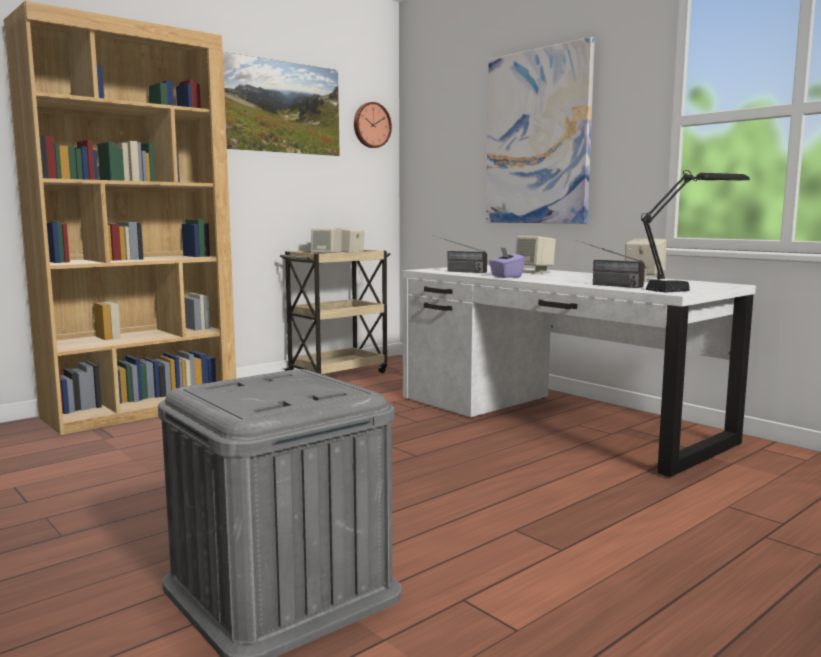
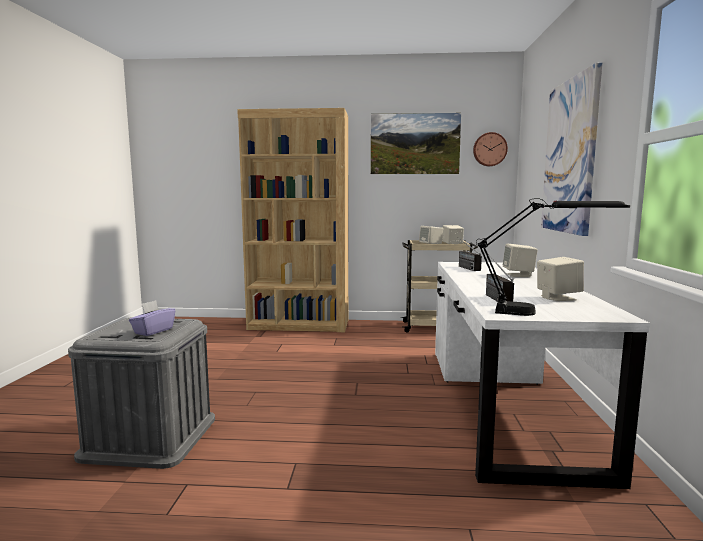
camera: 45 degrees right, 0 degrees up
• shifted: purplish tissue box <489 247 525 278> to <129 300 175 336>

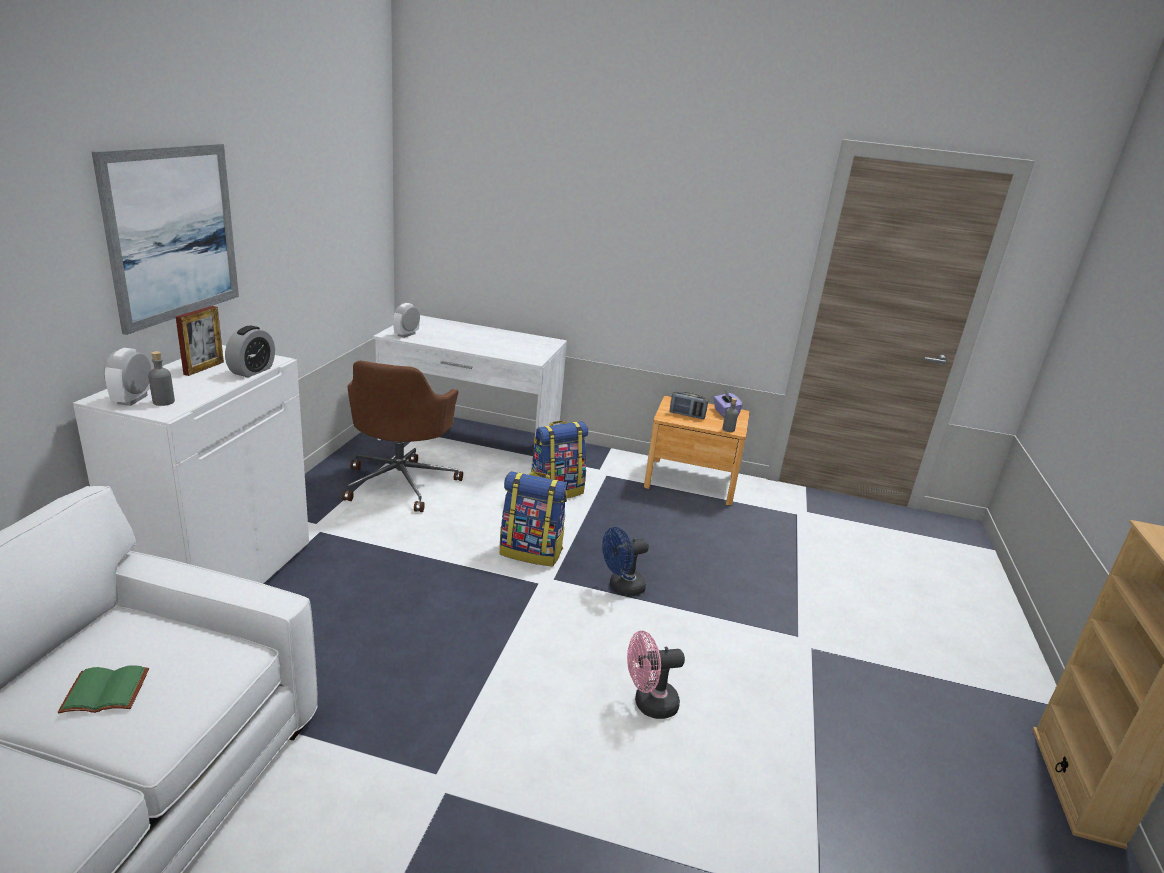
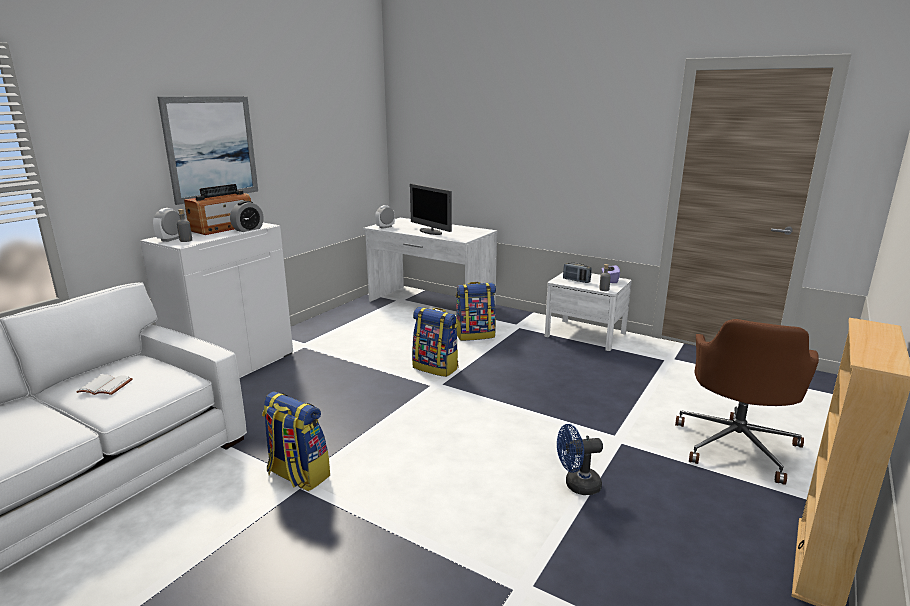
camera: 20 degrees right, 5 degrees down
• swapped: photo frame <176 306 224 376> to radio set <184 184 251 235>
• shifted: brownish office chair <342 360 463 512> to <675 319 819 485>
• repainted: brownish night table <644 396 750 505> to white-coloured night table <545 273 632 351>
• shifted: bluish electric fan <602 527 649 597> to <557 424 603 495>
• gone: pinkish electric fan <627 631 685 719>
• repainted: green-coloured book <57 665 149 714> to white-coloured book <76 374 133 395>
• new: monitor <410 184 452 235>
• new: knapsack <262 392 330 491>

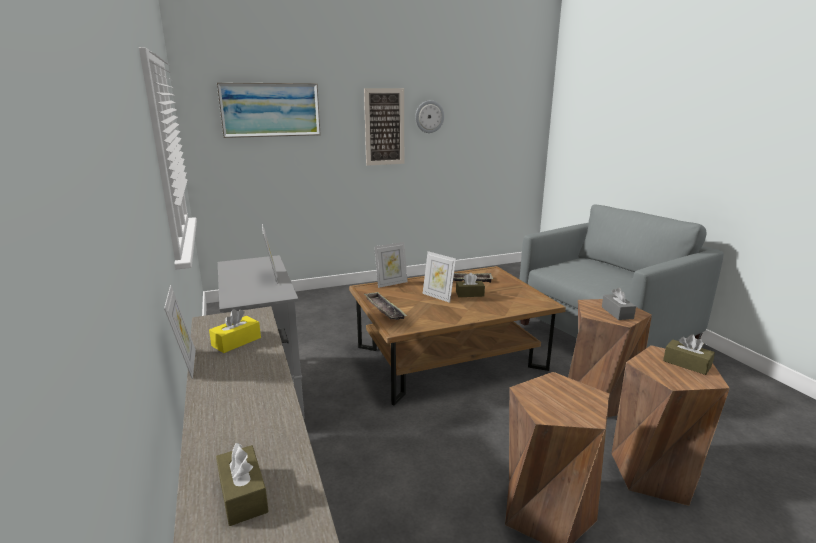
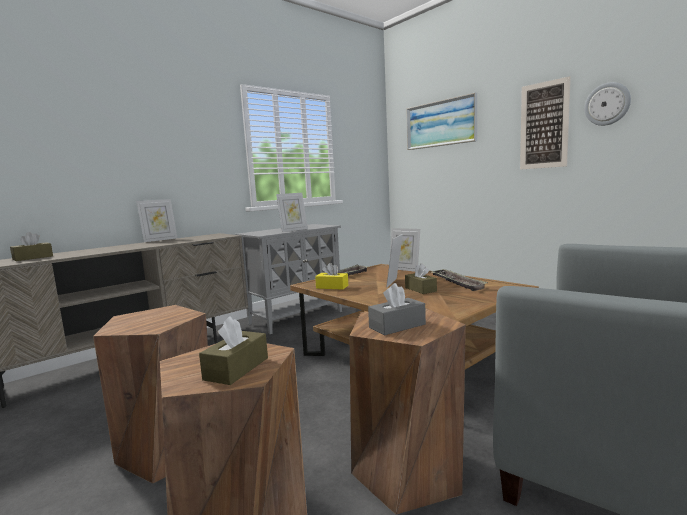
camera: 70 degrees right, 10 degrees down
• shifted: yellowish tissue box <209 309 261 353> to <315 263 348 290>

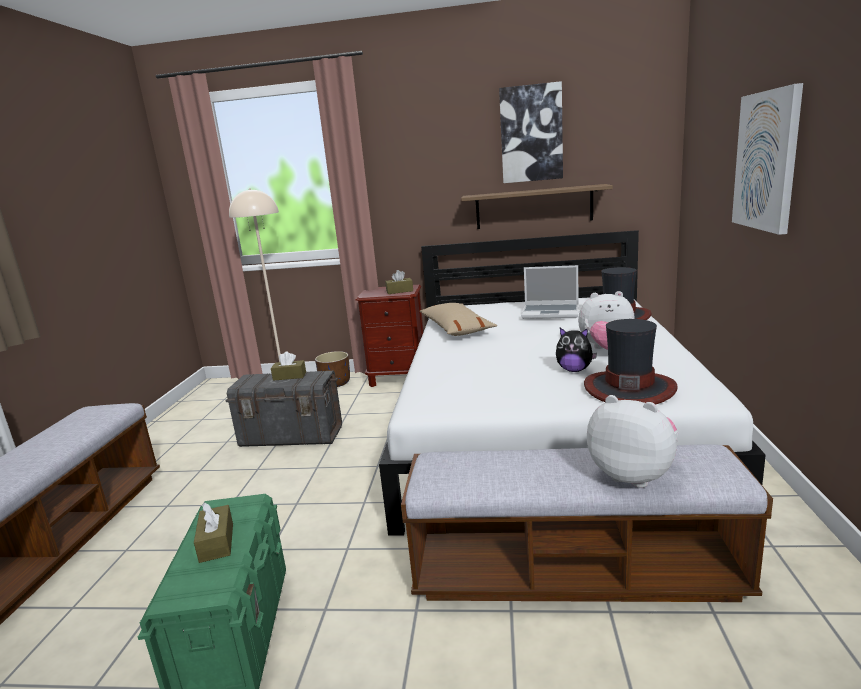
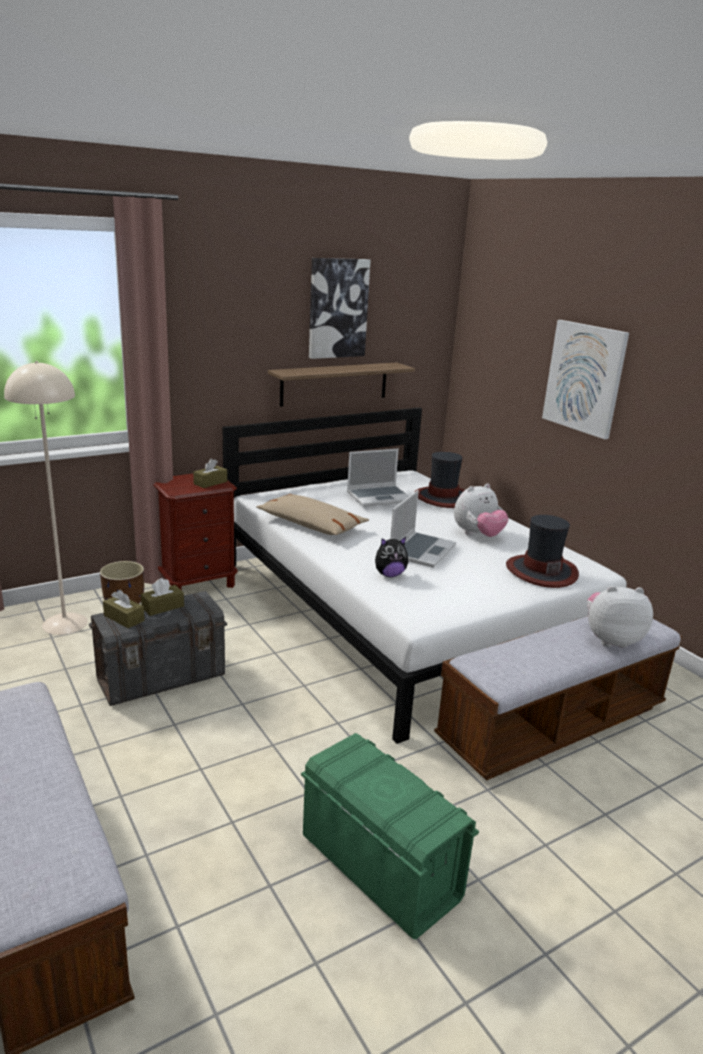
camera: 40 degrees left, 5 degrees up
• shifted: cuddly toy <556 328 597 372> to <375 537 408 577>
• shifted: brownish tissue box <194 502 233 563> to <103 590 145 628>
• new: notebook computer <390 490 456 568>

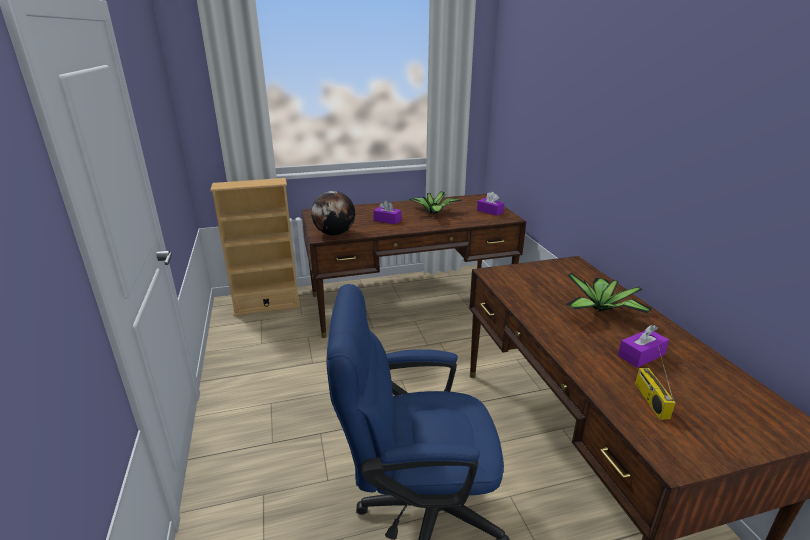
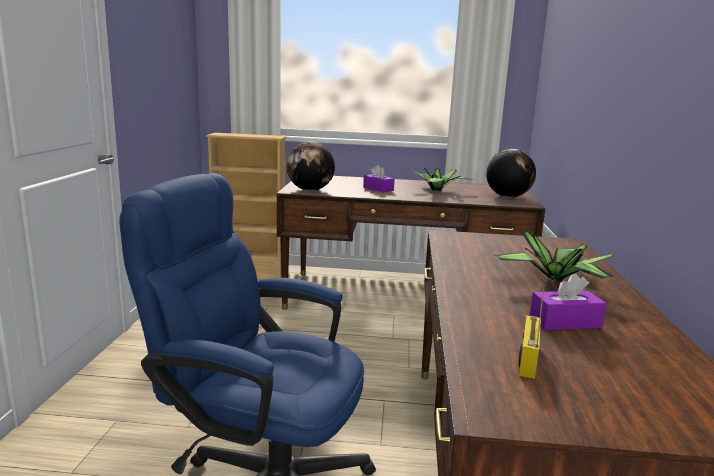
camera: 20 degrees right, 10 degrees down
• swapped: purplish tissue box <477 192 504 216> to desk globe <486 149 536 198>

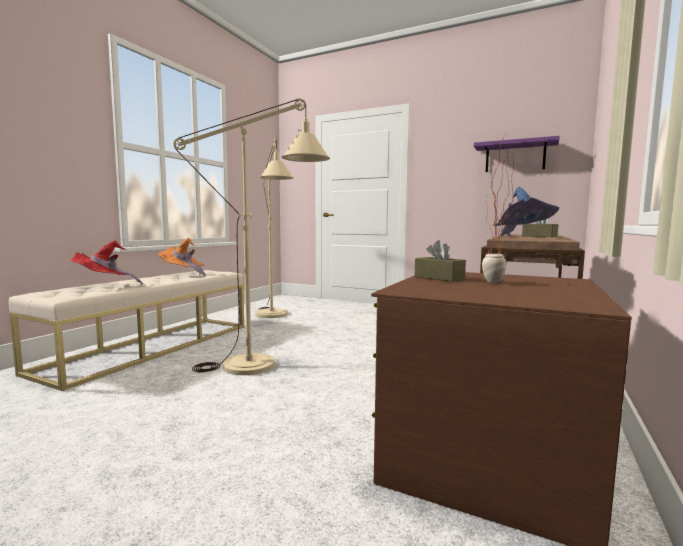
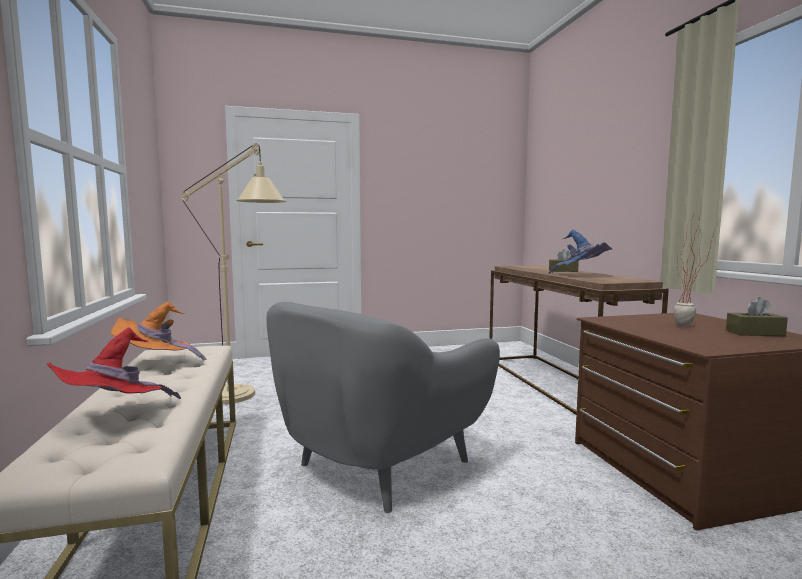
camera: 40 degrees left, 0 degrees up
• swapped: beige-coloured standard lamp <174 99 330 375> to greyish easy chair <266 302 500 513>
• gone: purplish wall shelf <474 136 560 172>
• shifted: brownish tissue box <415 240 466 282> to <726 297 788 336>

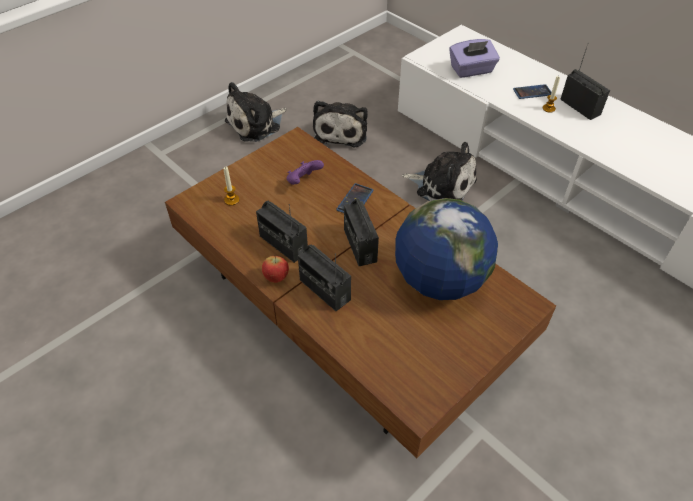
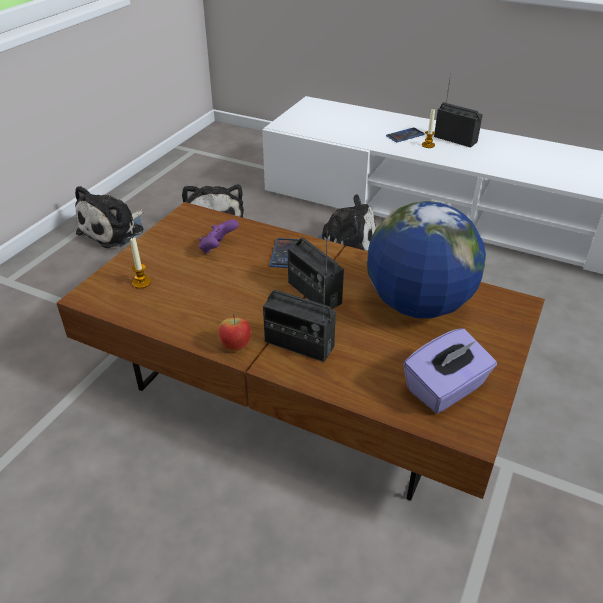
camera: 20 degrees left, 10 degrees down
• shifted: purplish tissue box <449 39 500 78> to <403 328 497 413>
• gone: radio set <256 201 308 263>

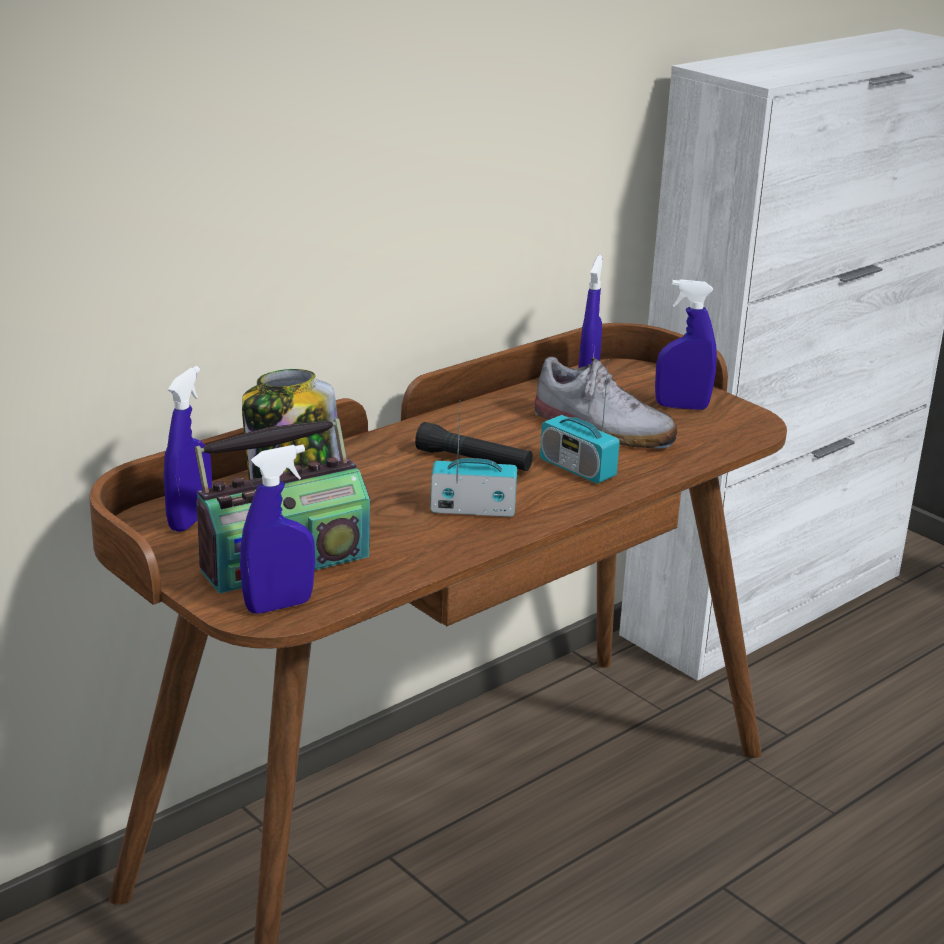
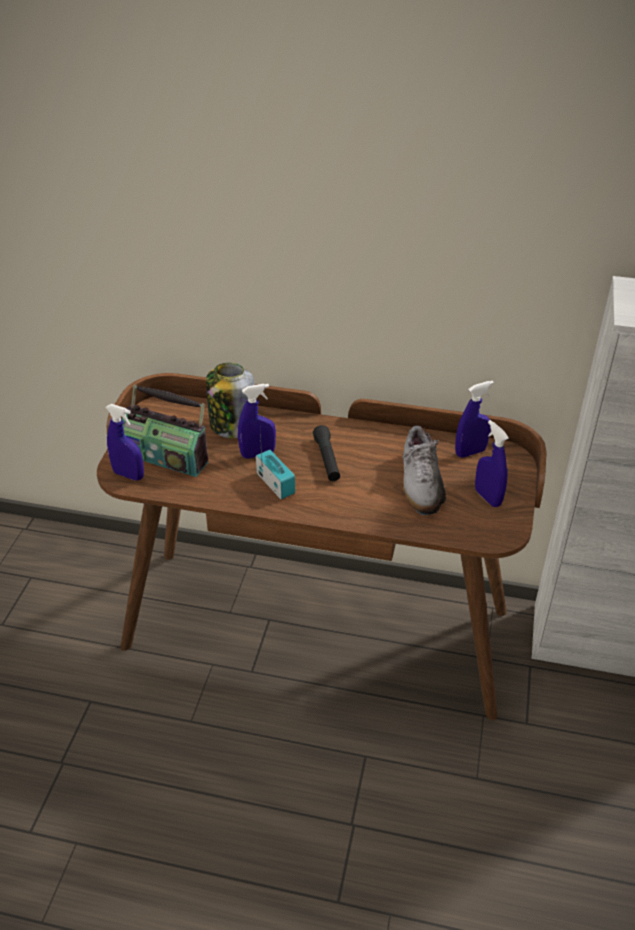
camera: 55 degrees right, 15 degrees up
• shifted: bluish hand sprayer <164 366 212 532> to <238 384 276 459>
• gone: radio set <540 367 619 484>

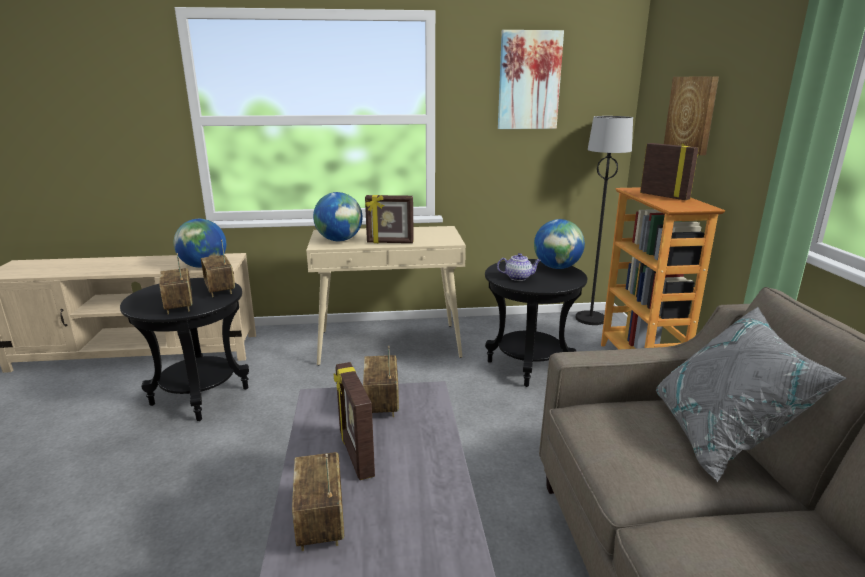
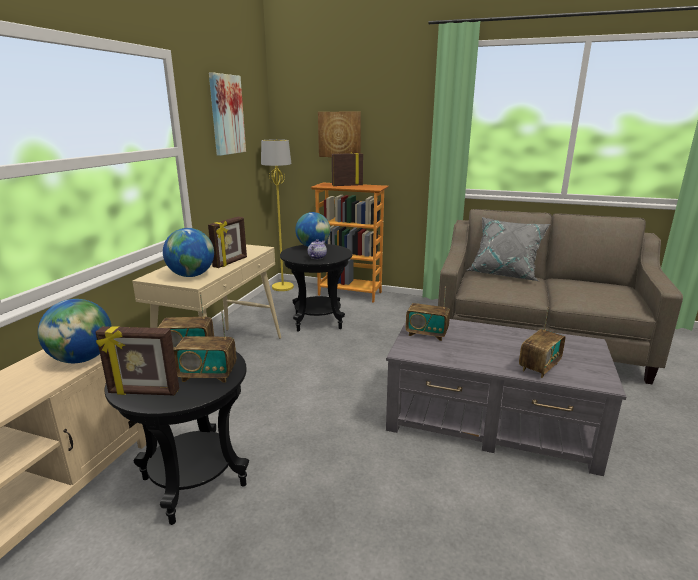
camera: 65 degrees left, 0 degrees up
• repainted: black standard lamp <576 116 633 325> to yellowish standard lamp <261 139 294 291>
• shifted: photo frame <334 362 375 480> to <95 326 179 396>
• rotated: radio set <292 452 344 551> = <519 307 566 378> 60 degrees counterclockwise

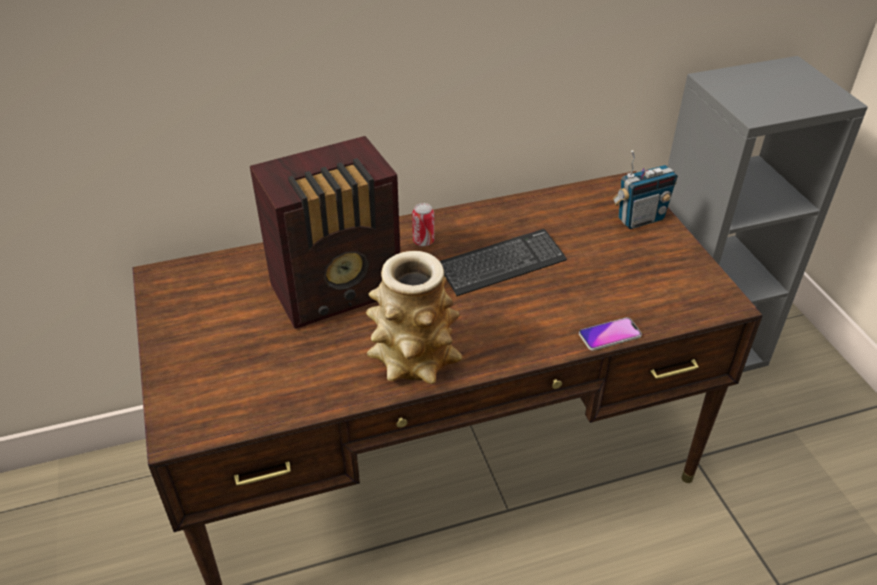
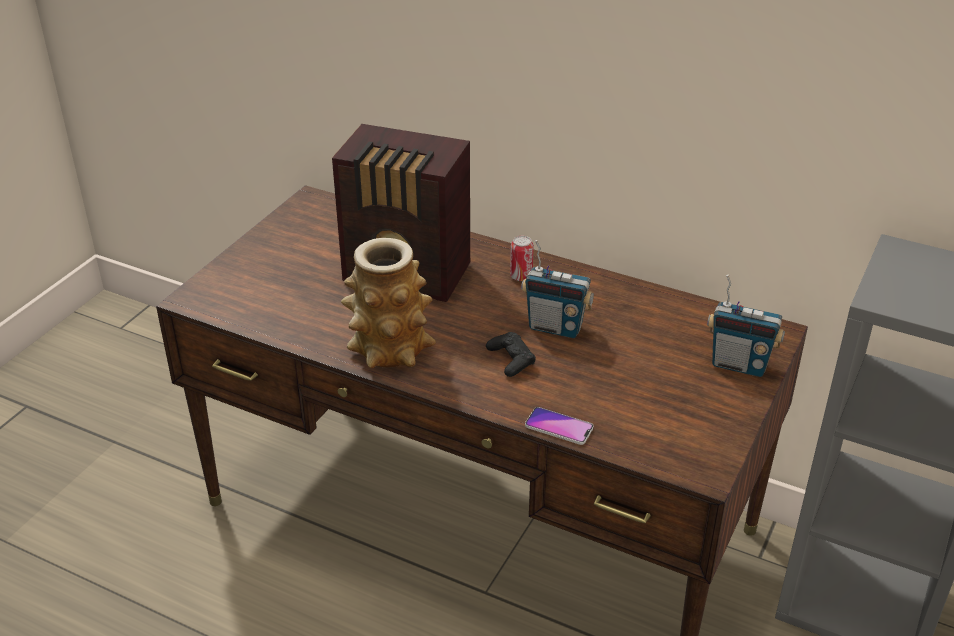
camera: 45 degrees right, 5 degrees down
• swapped: computer keyboard <440 229 567 296> to radio set <521 240 594 338>
• new: black game controller <486 332 536 377>

